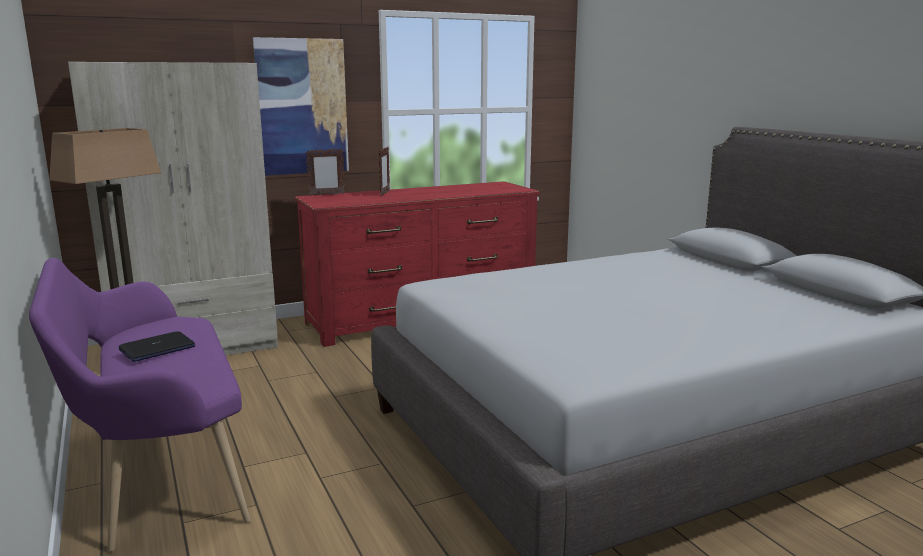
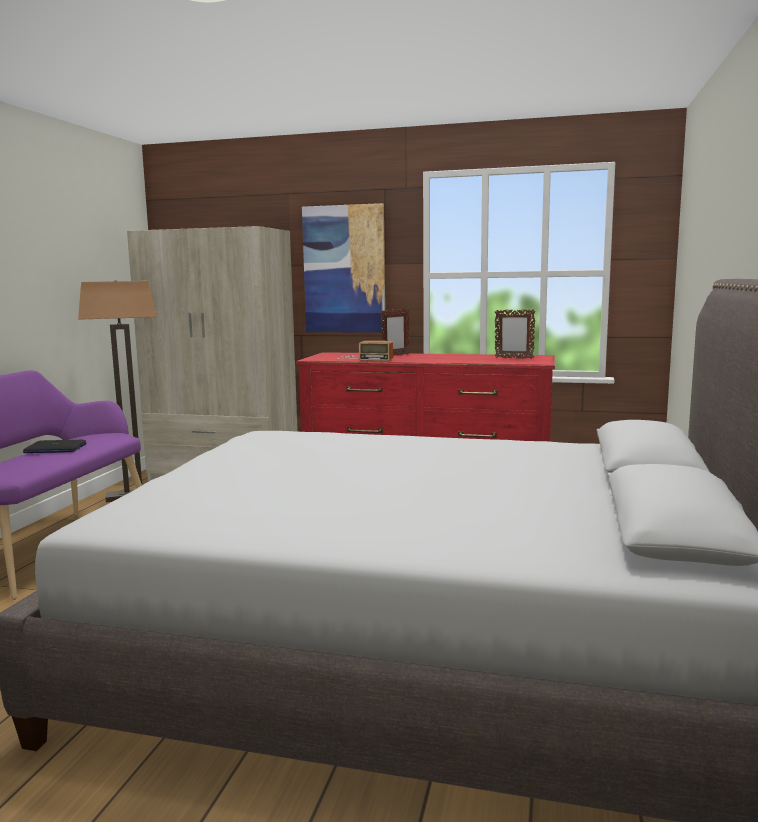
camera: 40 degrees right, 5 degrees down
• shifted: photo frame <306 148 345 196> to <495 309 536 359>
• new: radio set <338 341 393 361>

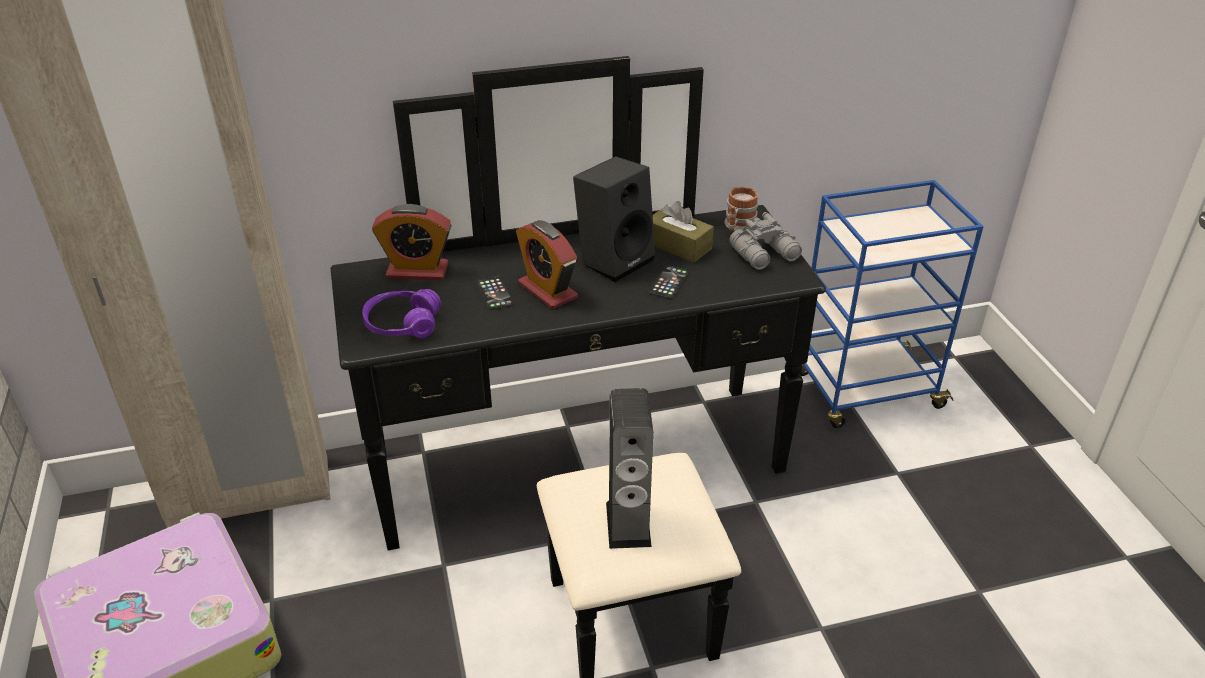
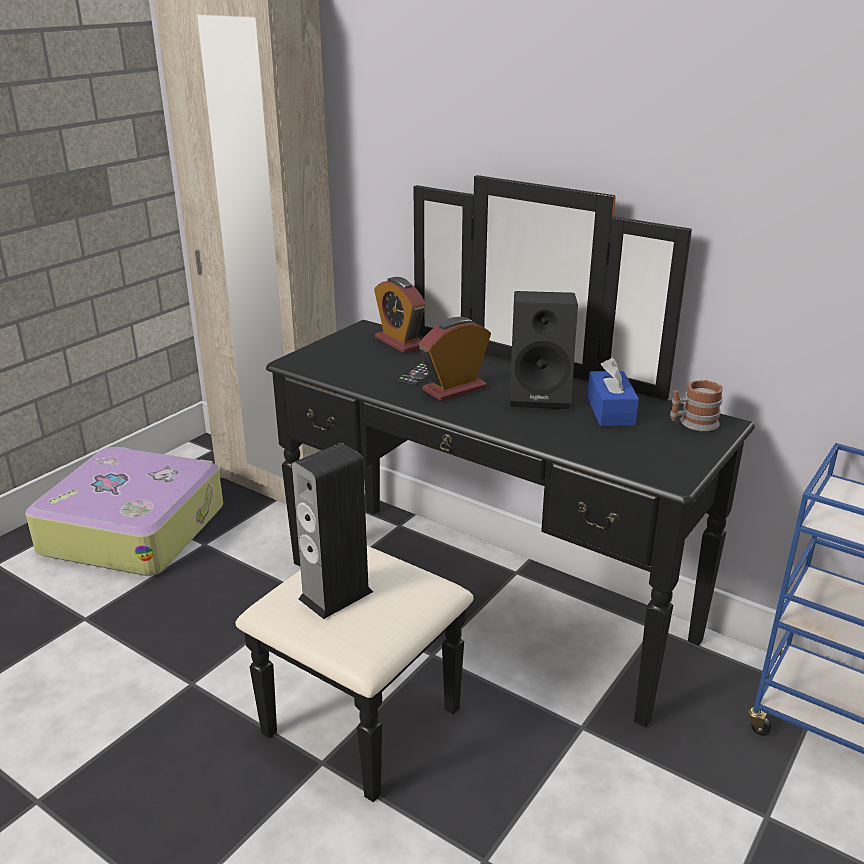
camera: 50 degrees right, 10 degrees down
• repainted: brownish tissue box <653 201 714 262> to bluish tissue box <587 358 639 426>
• gone: greyish binoculars <729 212 802 270>
• rotated: alarm clock <516 220 578 309> = <419 317 491 401> 45 degrees clockwise
• gone: handset <649 266 689 299>
• gone: purplish pair of headphones <362 289 441 338>

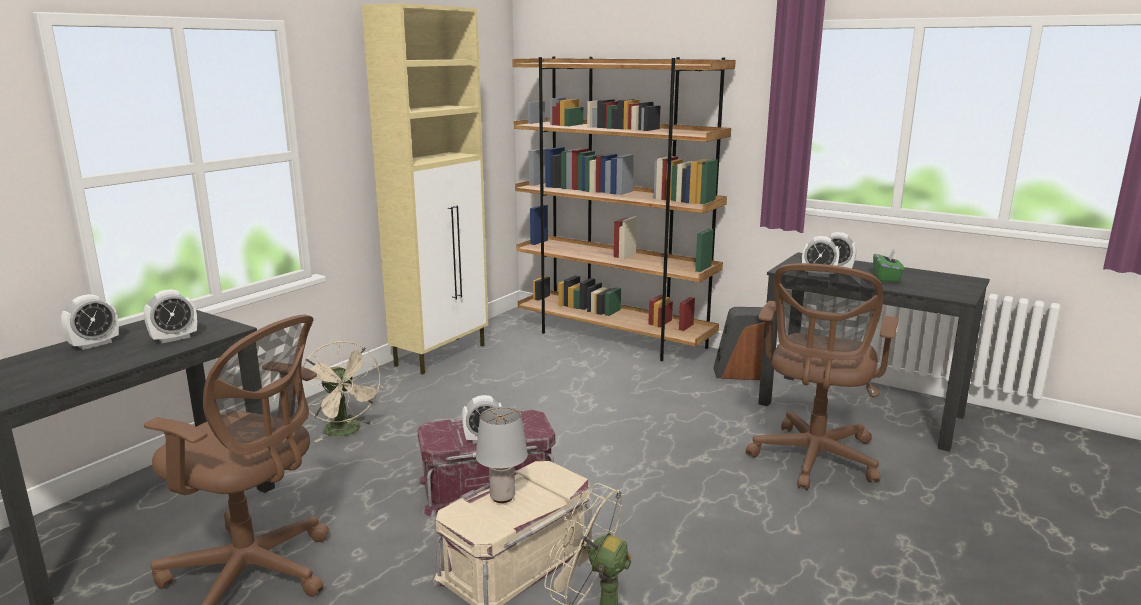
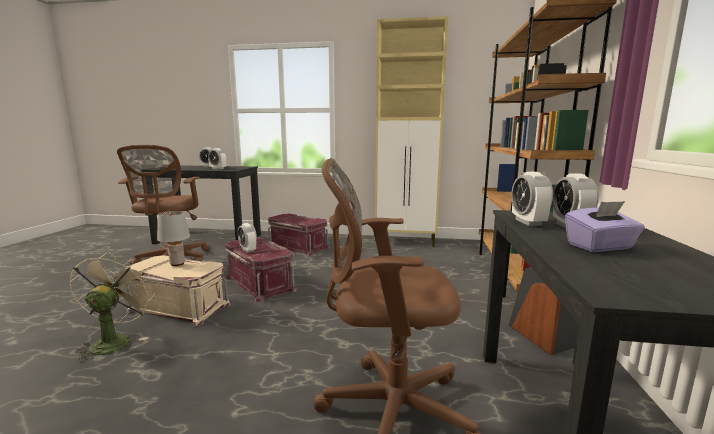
camera: 65 degrees right, 5 degrees down
• repainted: green-coloured tissue box <873 250 904 283> to purplish tissue box <565 201 645 252>
• swapped: beige-coloured electric fan <302 341 383 442> to red-coloured storage box <268 214 330 256>

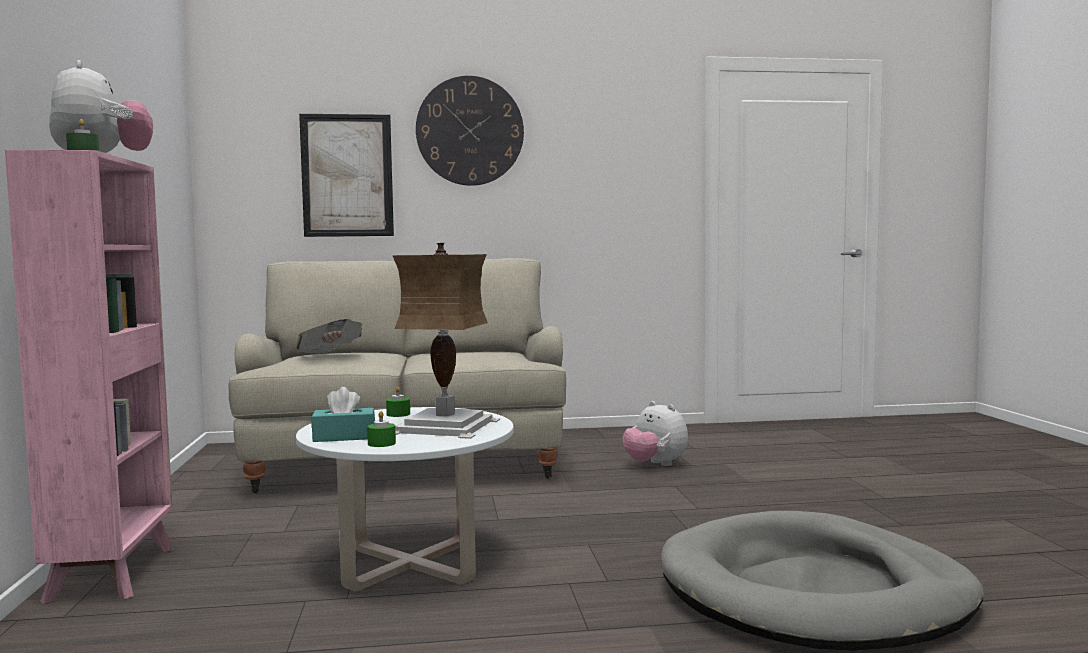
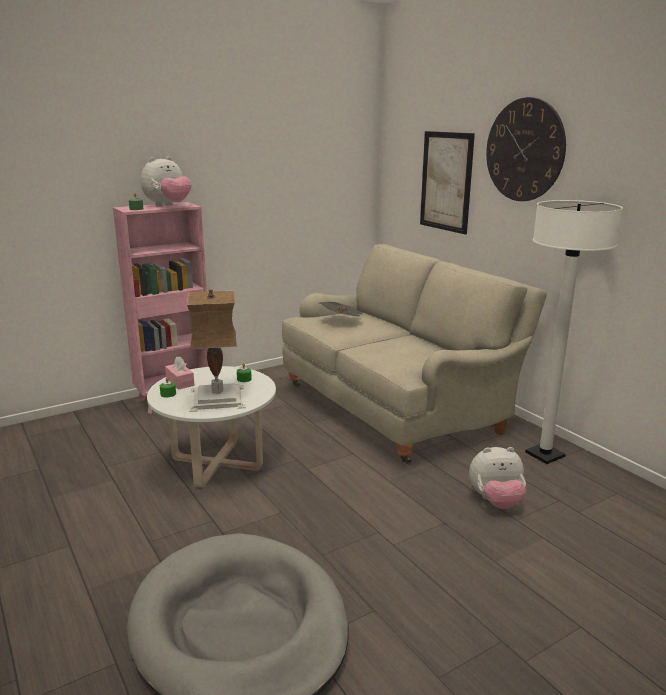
camera: 65 degrees right, 15 degrees up
• repainted: turquoise tissue box <311 387 375 442> to pinkish tissue box <165 356 194 390>
• rotated: cuddly toy <622 401 688 466> = <469 447 526 509> 120 degrees counterclockwise
• new: white-coloured standard lamp <525 200 623 464>

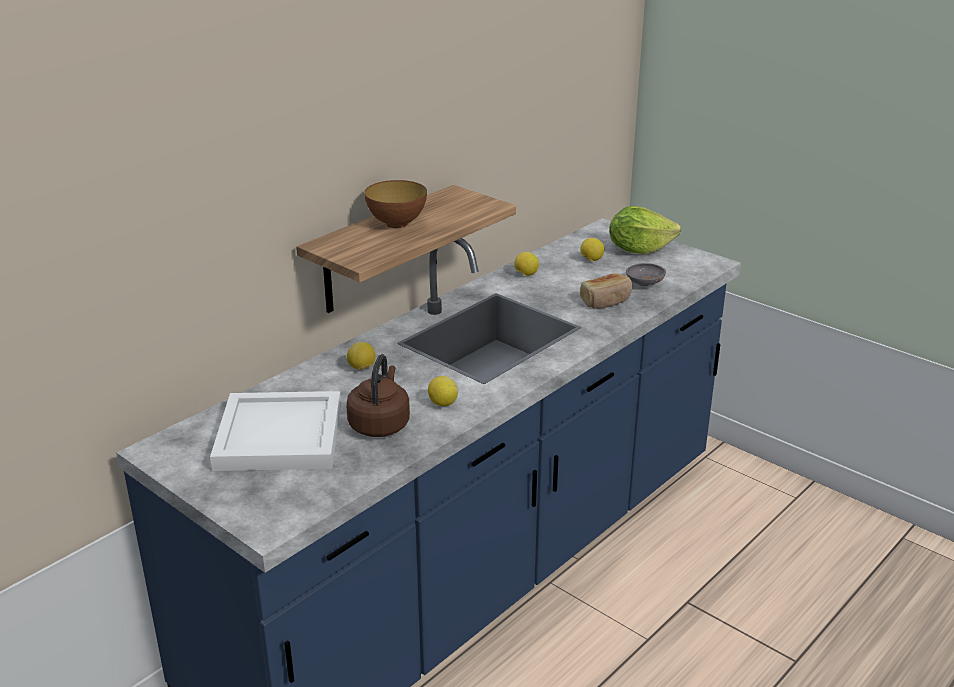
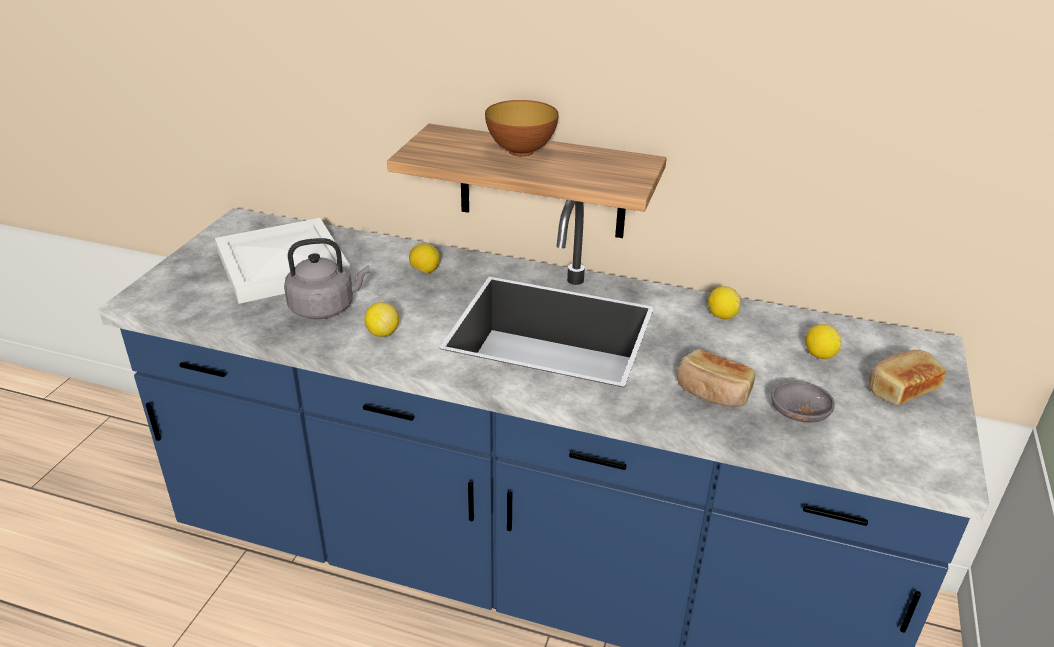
camera: 65 degrees right, 5 degrees up
• swapped: lettuce <609 206 681 254> to bread <869 350 946 405>
• repainted: brownish kettle <346 354 410 437> to greyish kettle <284 238 370 319>

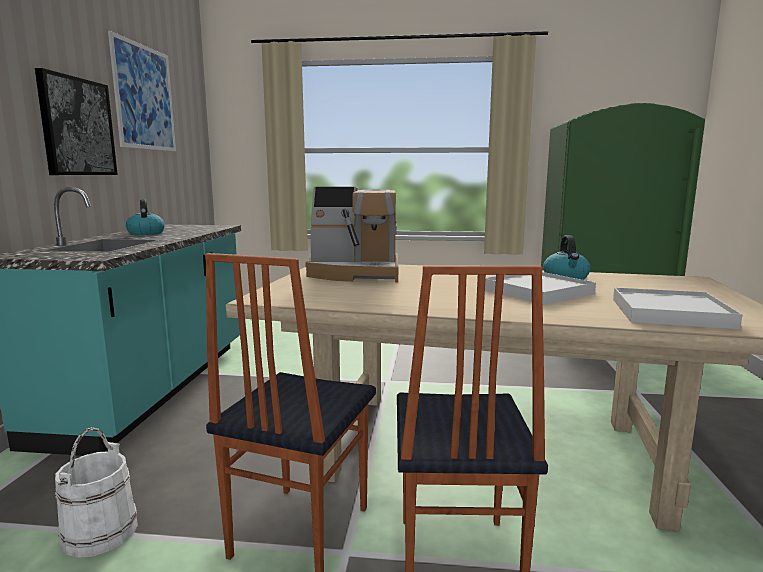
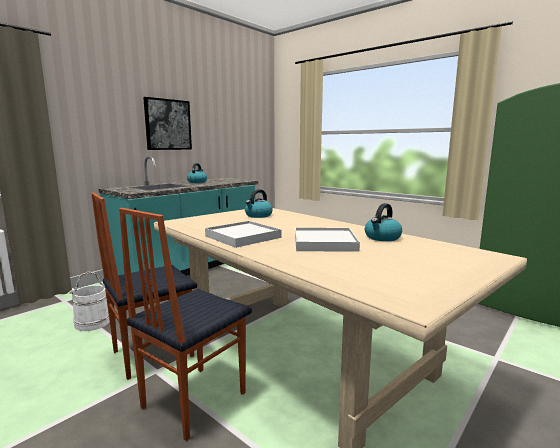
camera: 35 degrees right, 0 degrees up
• gone: wall picture <108 31 176 151>
• swapped: coffee machine <305 187 398 283> to kettle <245 189 273 218>
• shifted: white-coloured carrying tray <613 287 743 329> to <205 221 282 248>

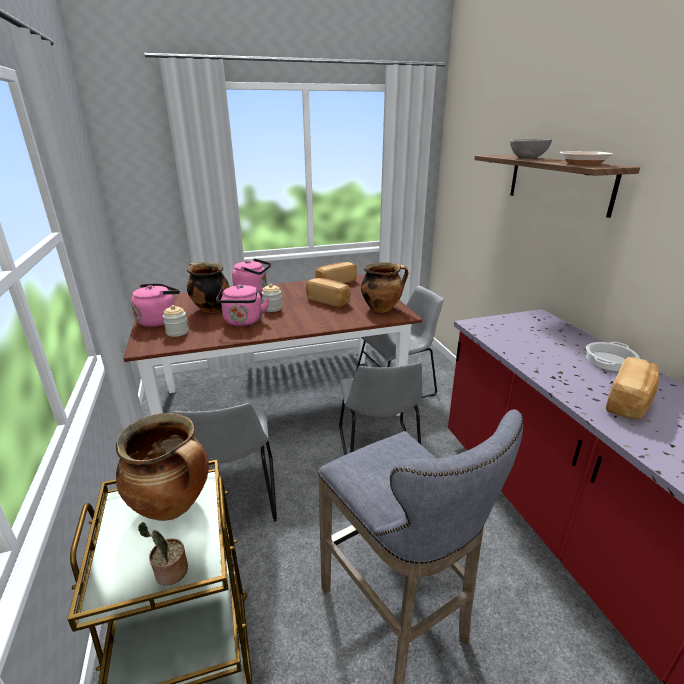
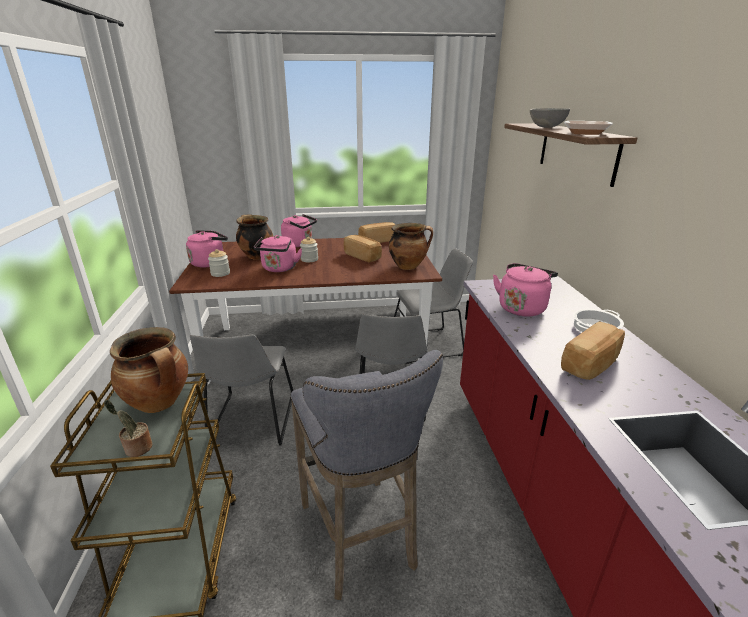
camera: 10 degrees right, 0 degrees up
• new: pinkish kettle <493 263 558 317>

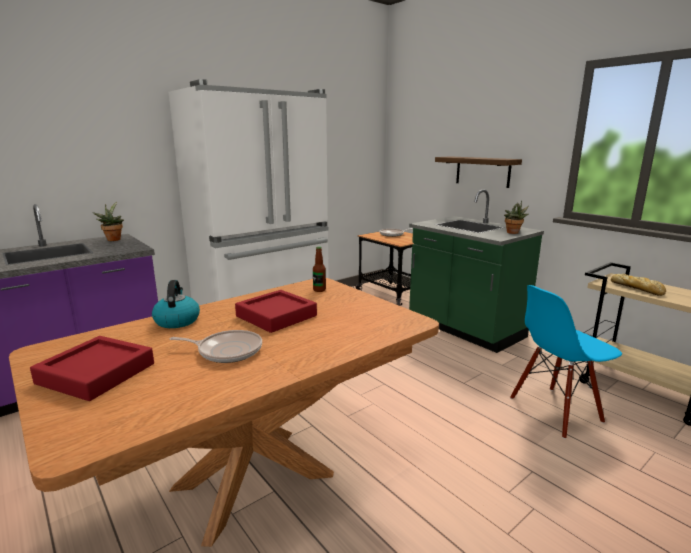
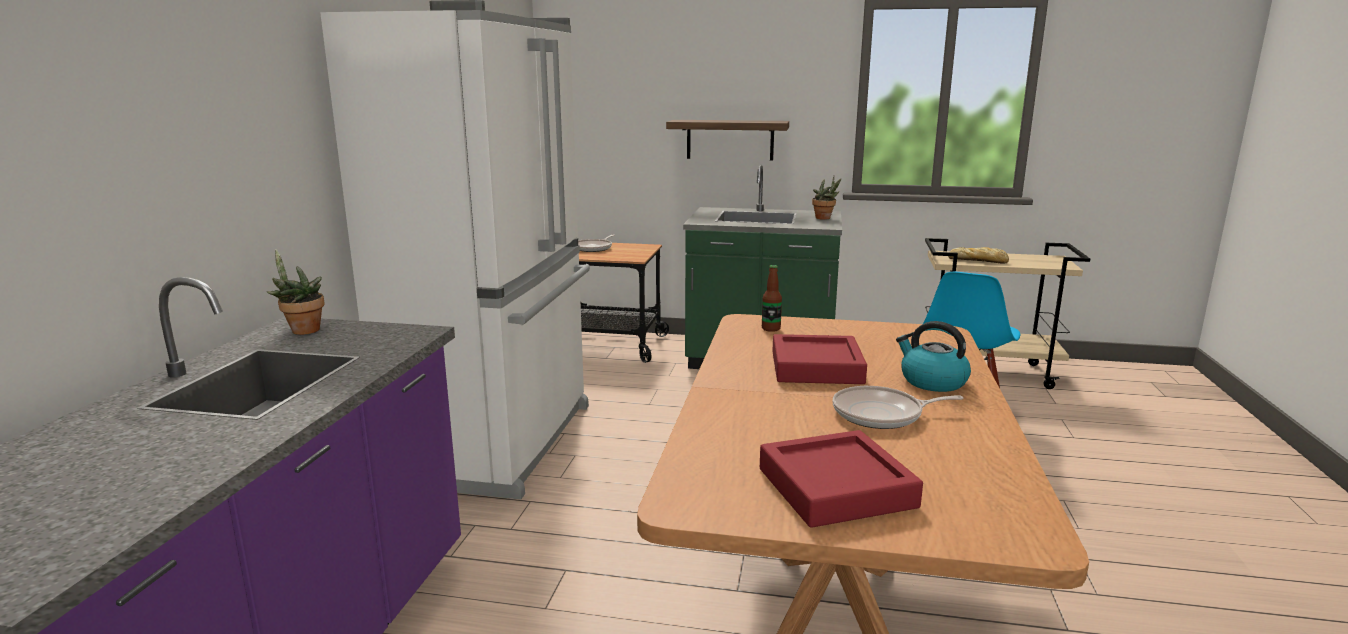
camera: 40 degrees left, 0 degrees up
• shifted: kettle <152 280 200 328> to <896 321 971 392>
• rotated: frying pan <170 330 262 363> = <833 386 964 429> 150 degrees counterclockwise

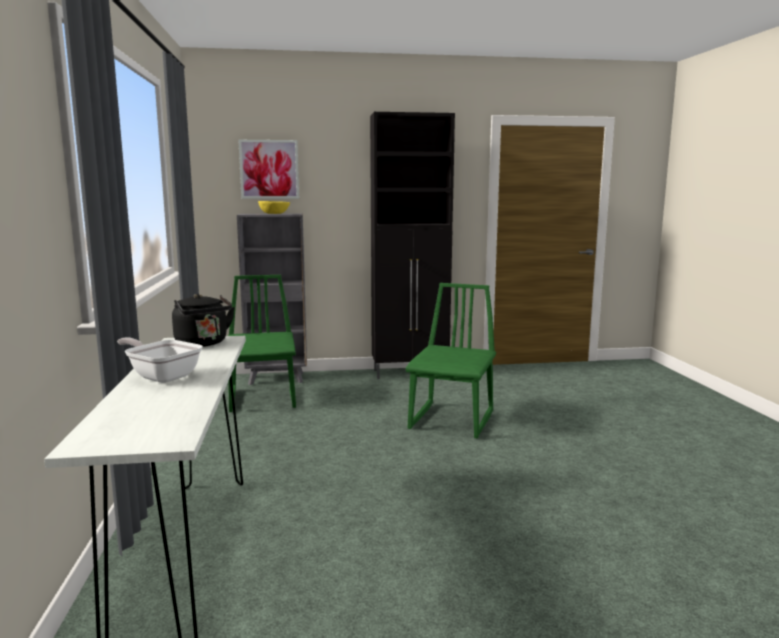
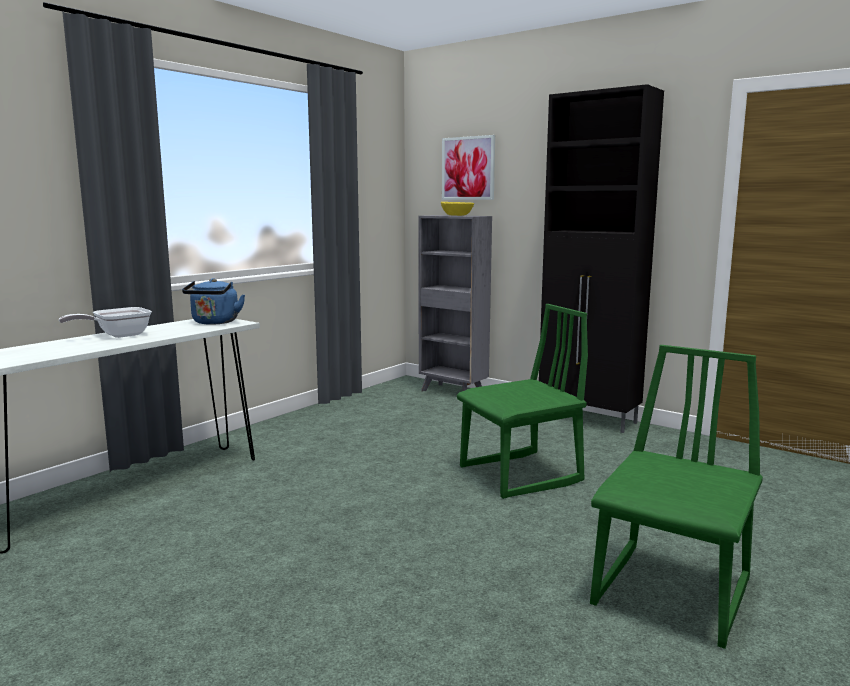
camera: 45 degrees right, 0 degrees up
• shifted: green-coloured plain chair <228 275 296 412> to <590 345 763 649>
• repainted: black kettle <172 294 235 347> to bluish kettle <182 278 245 325>
• rotated: frying pan <117 337 203 383> = <59 307 152 338> 120 degrees counterclockwise

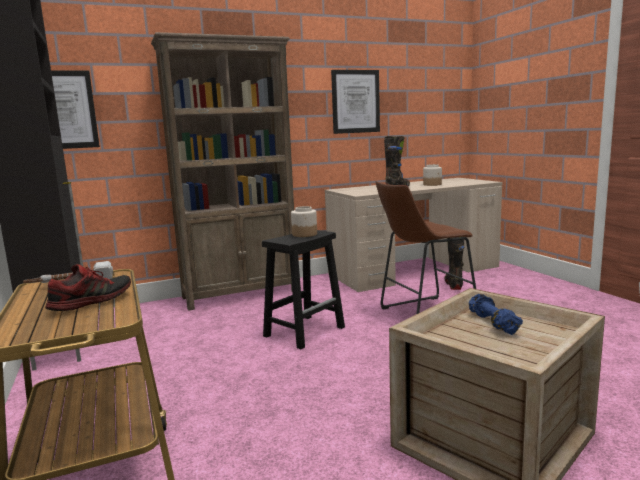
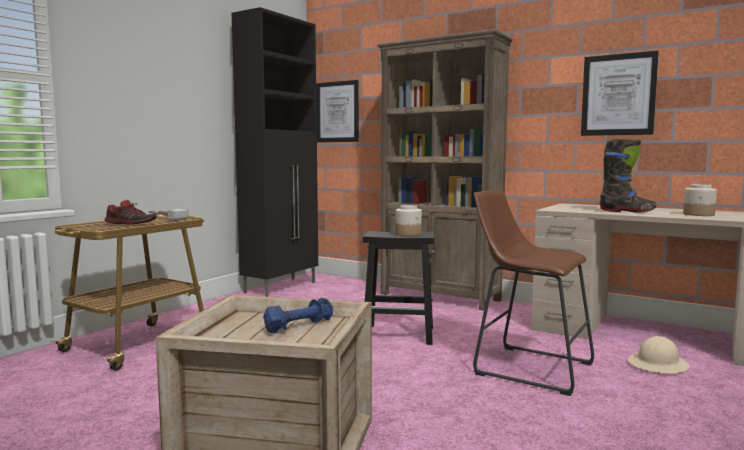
camera: 55 degrees right, 5 degrees down
• swapped: black tall boot <444 237 464 290> to beige-coloured hard hat <628 336 690 374>

